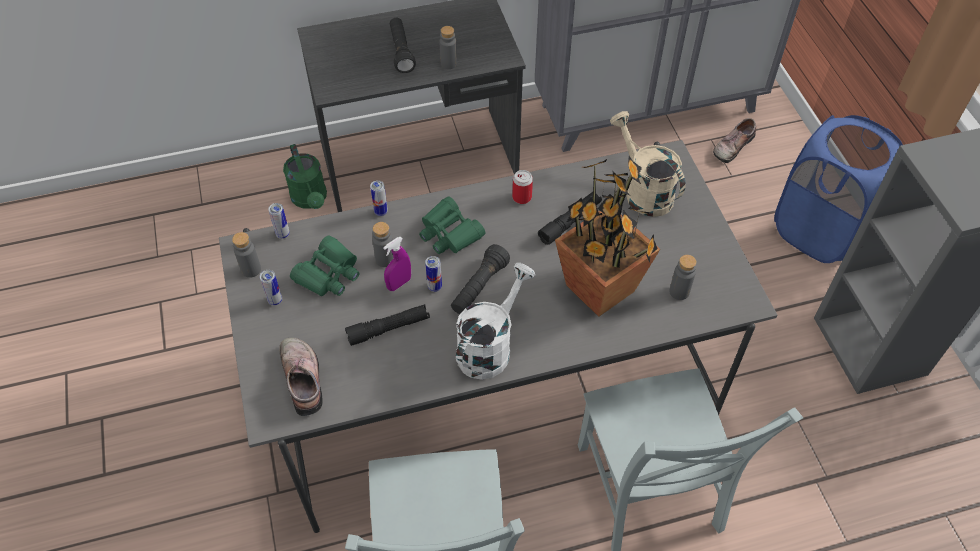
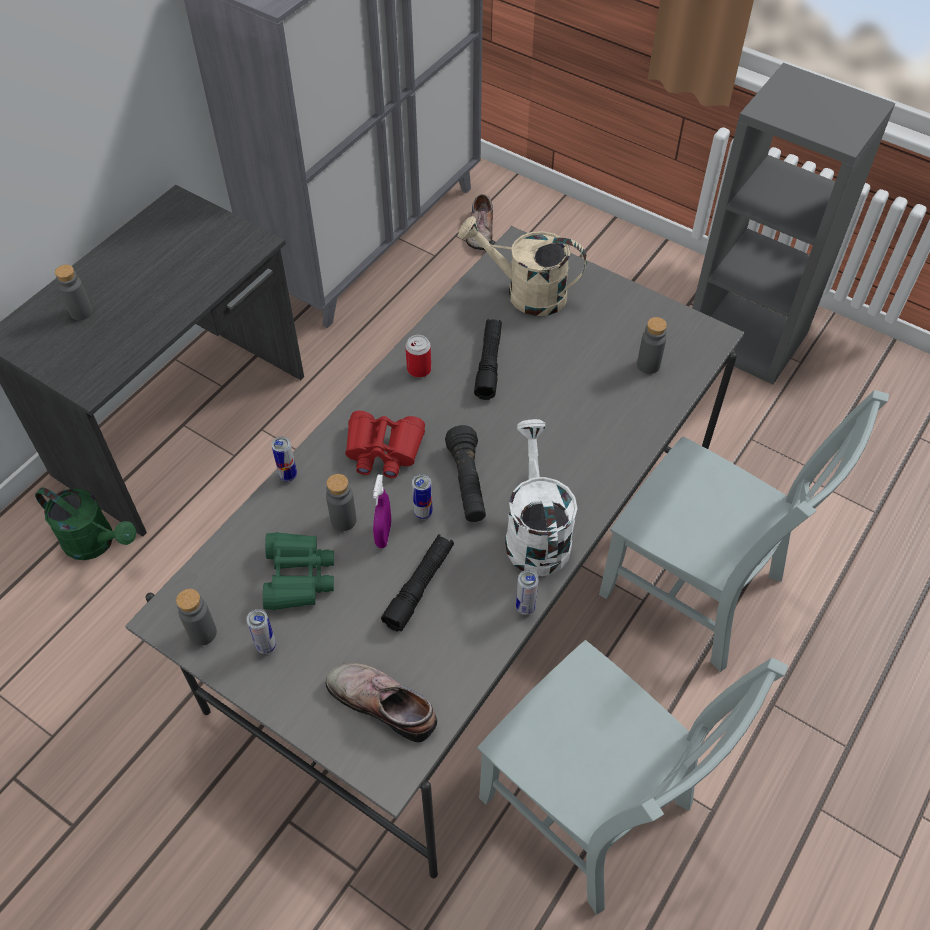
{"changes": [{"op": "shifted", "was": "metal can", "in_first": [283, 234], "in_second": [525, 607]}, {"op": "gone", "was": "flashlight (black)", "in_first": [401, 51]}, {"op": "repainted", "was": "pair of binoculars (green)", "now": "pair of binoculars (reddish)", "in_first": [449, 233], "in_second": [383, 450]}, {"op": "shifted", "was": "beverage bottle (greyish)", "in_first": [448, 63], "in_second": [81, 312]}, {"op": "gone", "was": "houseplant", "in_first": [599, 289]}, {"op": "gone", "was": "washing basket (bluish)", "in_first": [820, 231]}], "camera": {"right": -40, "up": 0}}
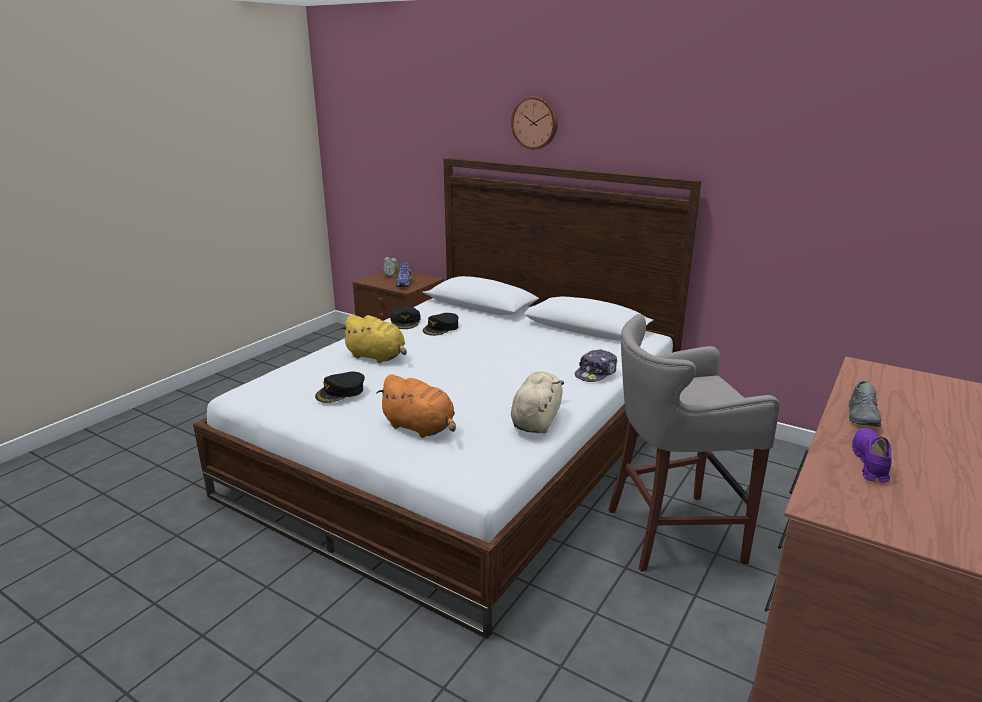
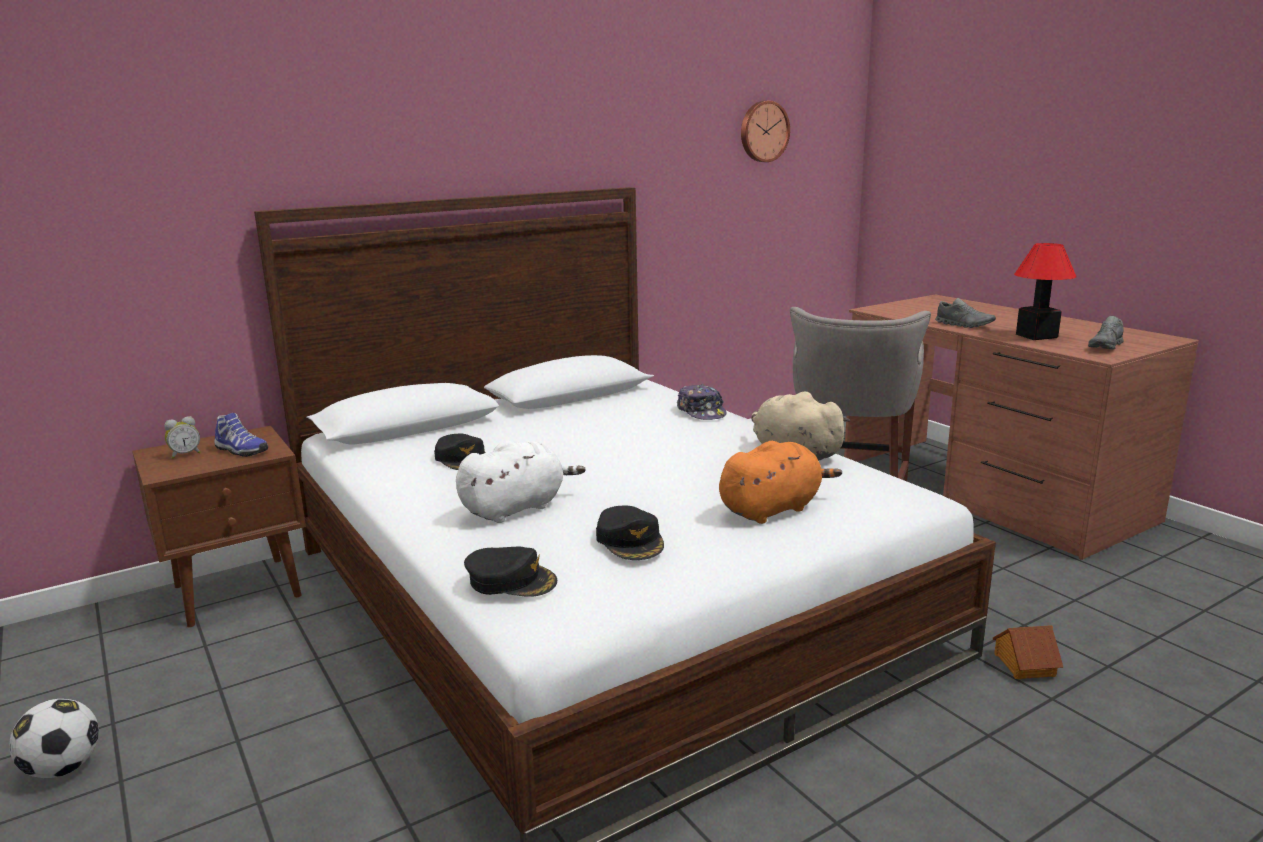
{"changes": [{"op": "repainted", "was": "plush toy (yellow)", "now": "plush toy (white)", "in_first": [377, 357], "in_second": [516, 508]}, {"op": "shifted", "was": "baseball cap (black)", "in_first": [406, 321], "in_second": [511, 580]}, {"op": "shifted", "was": "wall clock", "in_first": [535, 123], "in_second": [763, 131]}, {"op": "swapped", "was": "shoe (purple)", "now": "tabletop lamp", "in_first": [870, 462], "in_second": [1037, 336]}, {"op": "new", "now": "football ball", "in_second": [63, 768]}, {"op": "new", "now": "model house", "in_second": [1023, 664]}, {"op": "new", "now": "shoe (greyish)", "in_second": [1106, 347]}], "camera": {"right": -65, "up": -5}}
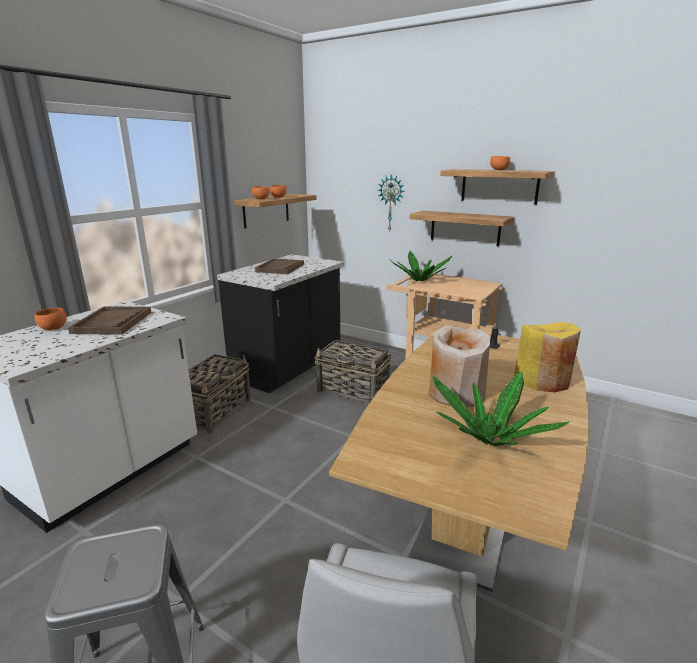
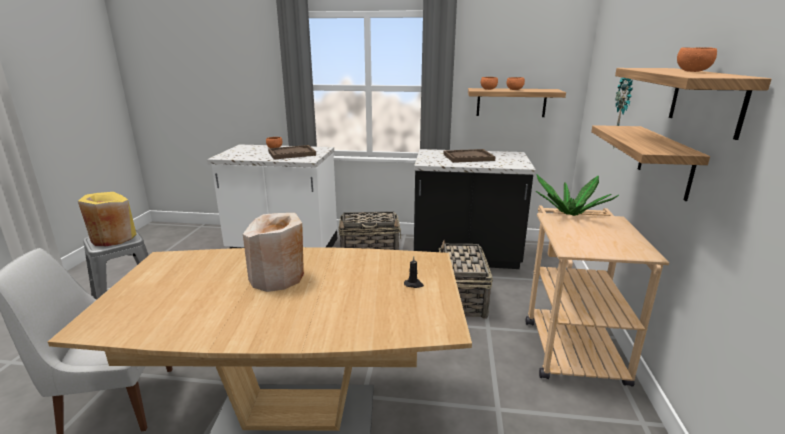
{"changes": [{"op": "gone", "was": "houseplant", "in_first": [489, 439]}, {"op": "shifted", "was": "decorative vase (yellow)", "in_first": [542, 380], "in_second": [113, 238]}], "camera": {"right": 65, "up": 0}}
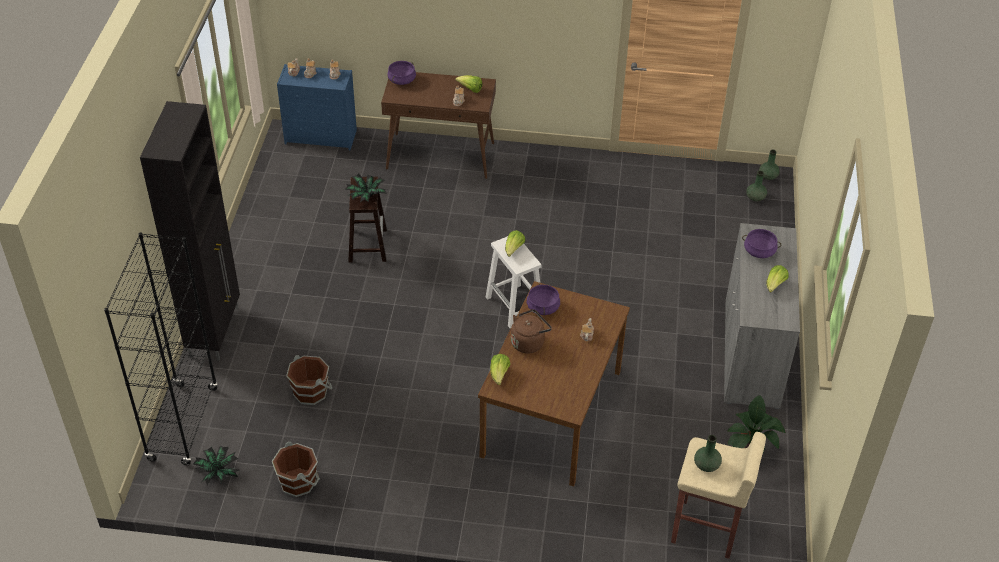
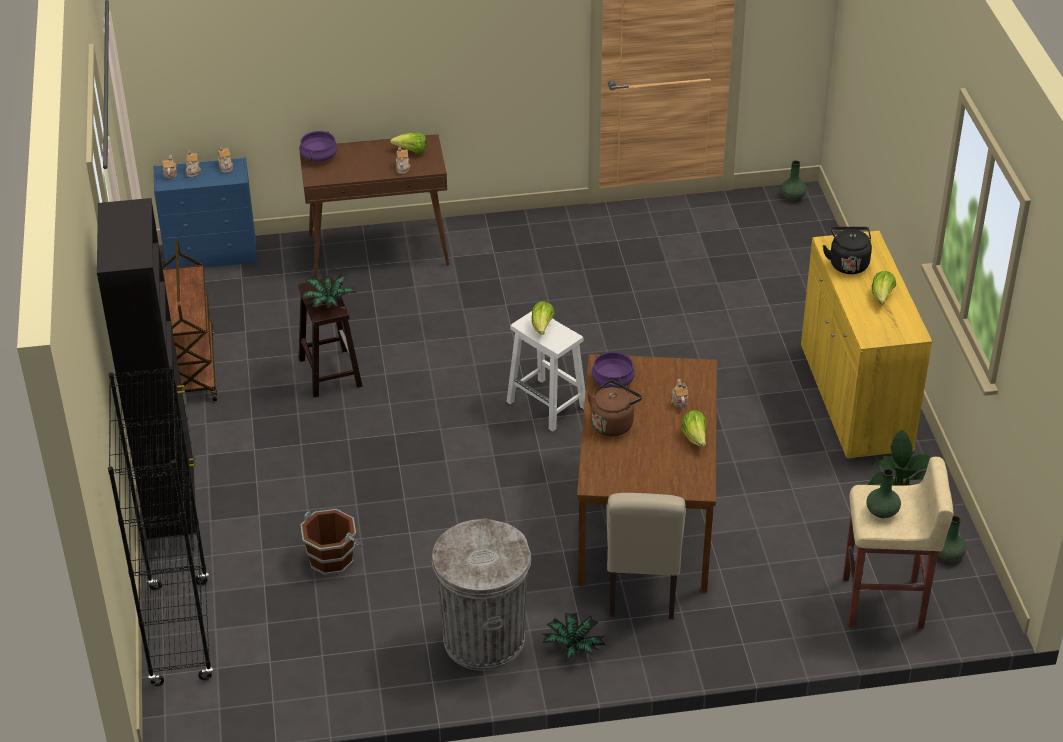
{"changes": [{"op": "shifted", "was": "houseplant", "in_first": [218, 472], "in_second": [573, 647]}, {"op": "gone", "was": "pail (brown-coloured)", "in_first": [298, 481]}, {"op": "shifted", "was": "lettuce head", "in_first": [499, 375], "in_second": [695, 438]}, {"op": "repainted", "was": "cupboard (greyish)", "now": "cupboard (yellow)", "in_first": [751, 353], "in_second": [855, 398]}, {"op": "swapped", "was": "stockpot (purple)", "now": "water kettle (black)", "in_first": [759, 251], "in_second": [848, 263]}, {"op": "shifted", "was": "decorative vase (green)", "in_first": [755, 197], "in_second": [949, 555]}, {"op": "new", "now": "cart (brown-coloured)", "in_second": [191, 367]}, {"op": "new", "now": "waste bin (greyish)", "in_second": [483, 640]}, {"op": "new", "now": "upright chair (beige)", "in_second": [642, 588]}], "camera": {"right": -15, "up": -5}}
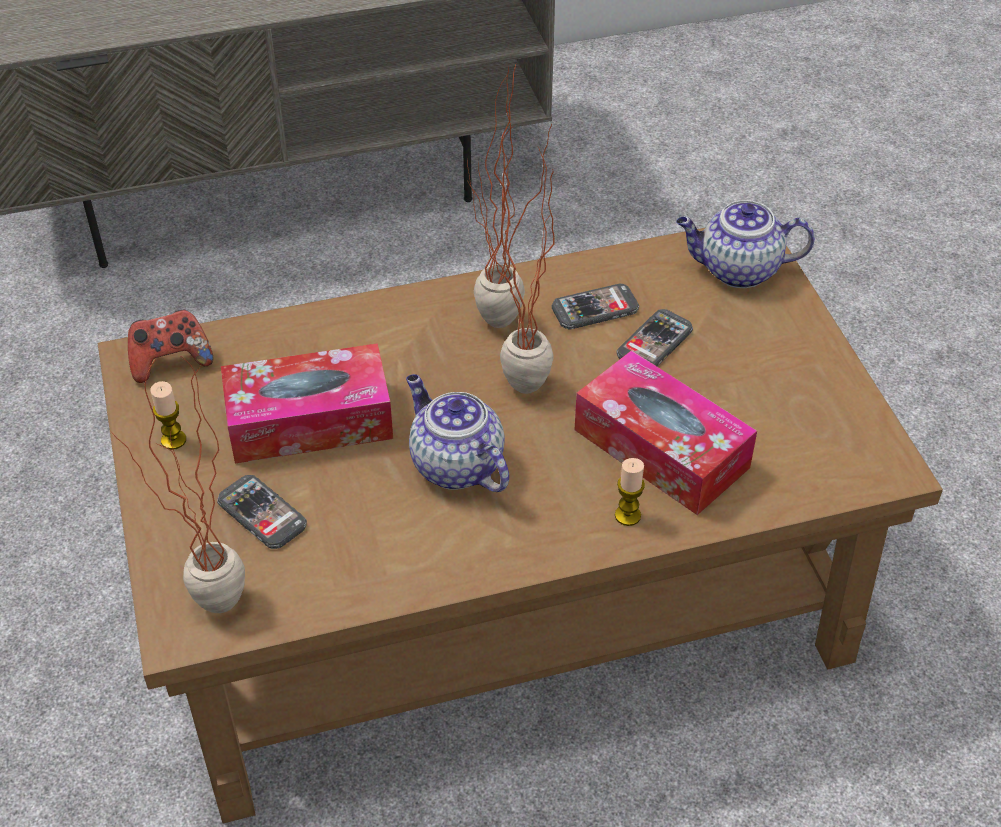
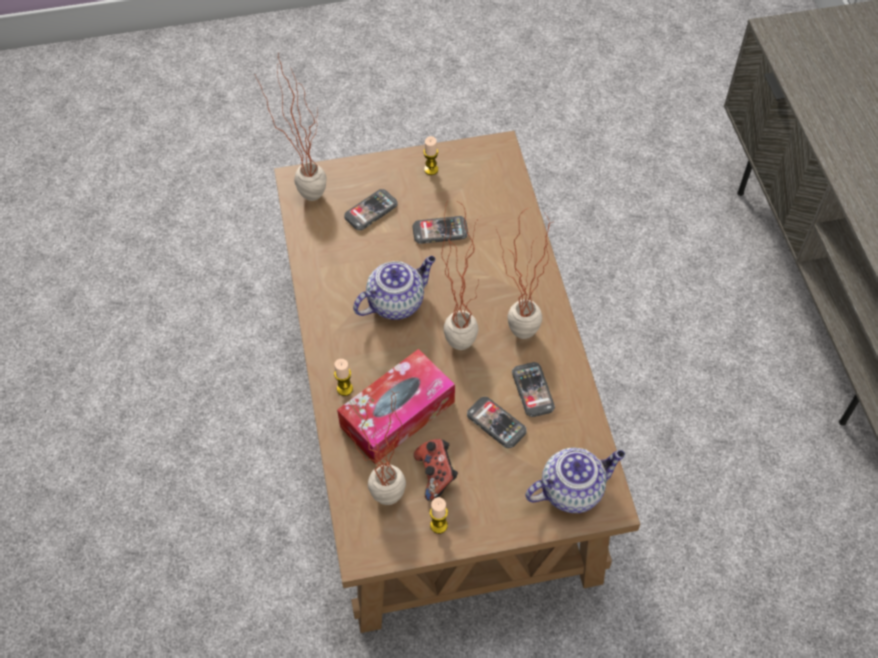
{"changes": [{"op": "shifted", "was": "joypad", "in_first": [171, 362], "in_second": [436, 474]}, {"op": "swapped", "was": "box of tissues", "now": "telephone", "in_first": [309, 421], "in_second": [440, 231]}, {"op": "rotated", "was": "pot for tea", "in_first": [737, 270], "in_second": [572, 489], "clockwise": 60}, {"op": "new", "now": "houseplant", "in_second": [381, 505]}, {"op": "new", "now": "wax candle", "in_second": [438, 525]}], "camera": {"right": 95, "up": 10}}
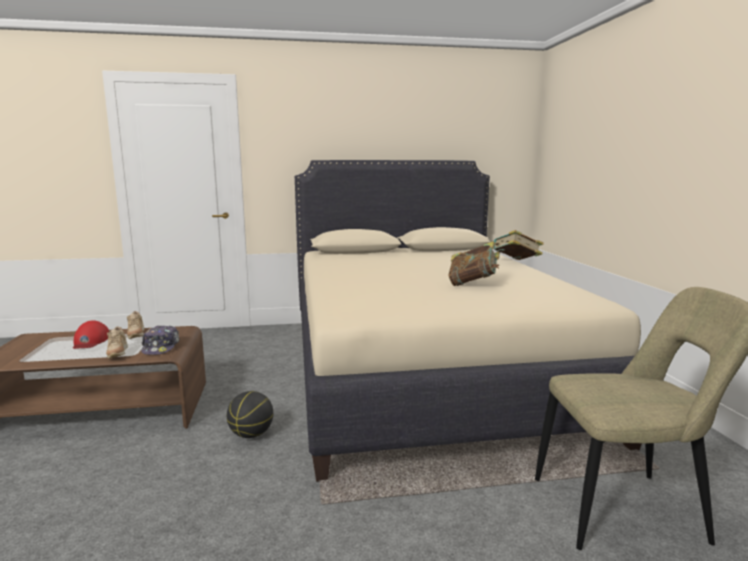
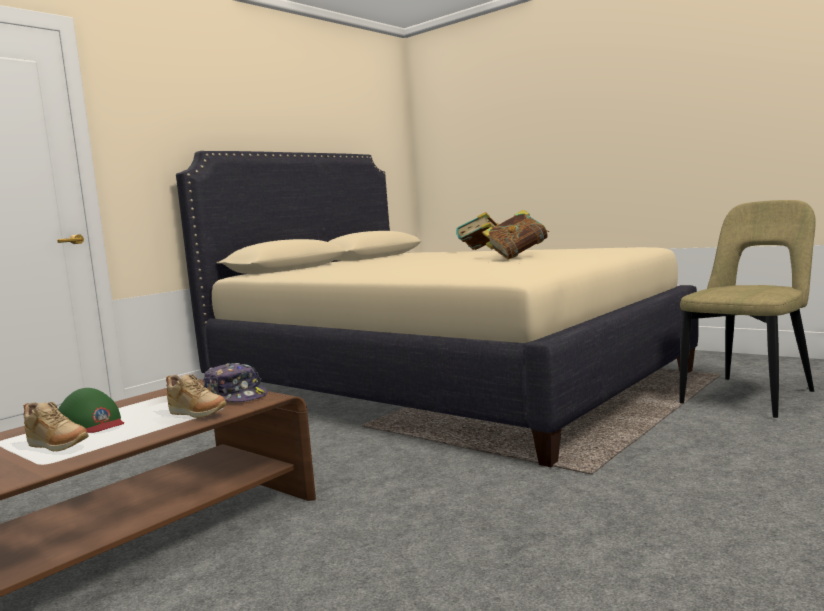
{"changes": [{"op": "repainted", "was": "baseball cap (reddish)", "now": "baseball cap (green)", "in_first": [90, 341], "in_second": [92, 423]}, {"op": "shifted", "was": "shoe (beige)", "in_first": [136, 336], "in_second": [57, 447]}, {"op": "gone", "was": "basketball", "in_first": [251, 434]}], "camera": {"right": -40, "up": -5}}
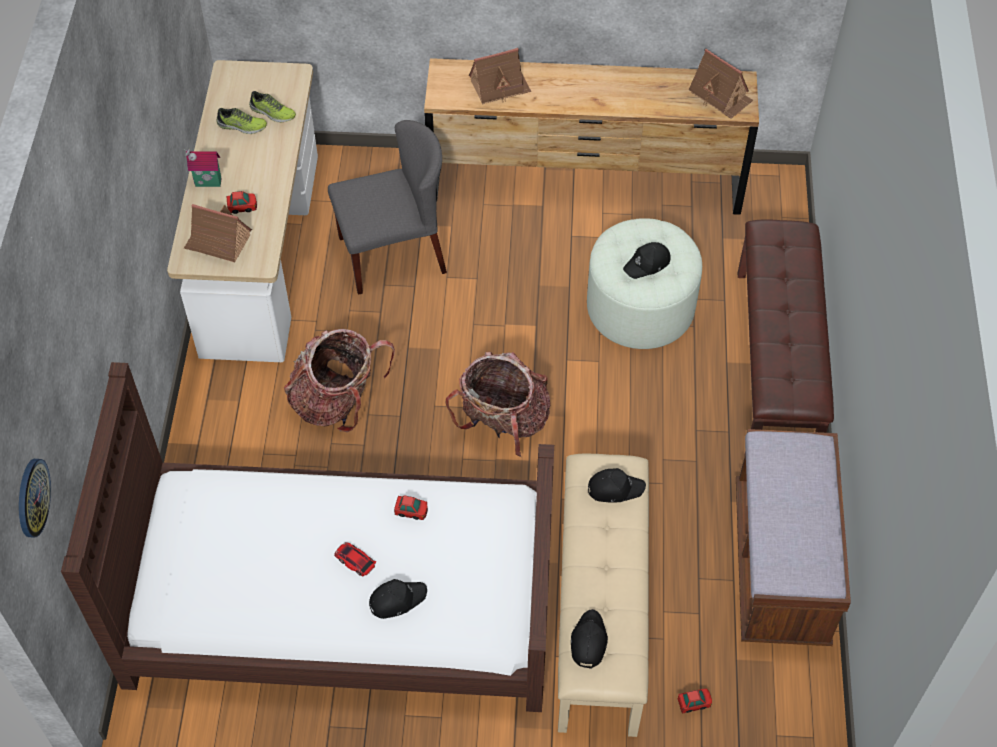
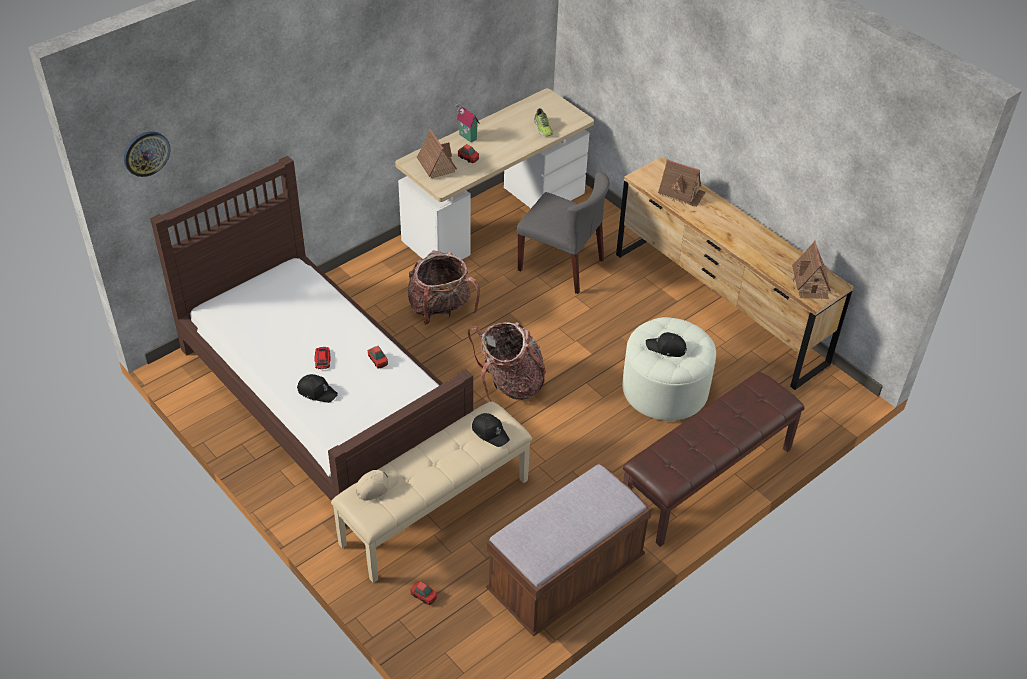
{"changes": [{"op": "gone", "was": "shoe", "in_first": [242, 126]}, {"op": "repainted", "was": "baseball cap (black)", "now": "baseball cap (beige)", "in_first": [588, 641], "in_second": [376, 486]}], "camera": {"right": 45, "up": -10}}
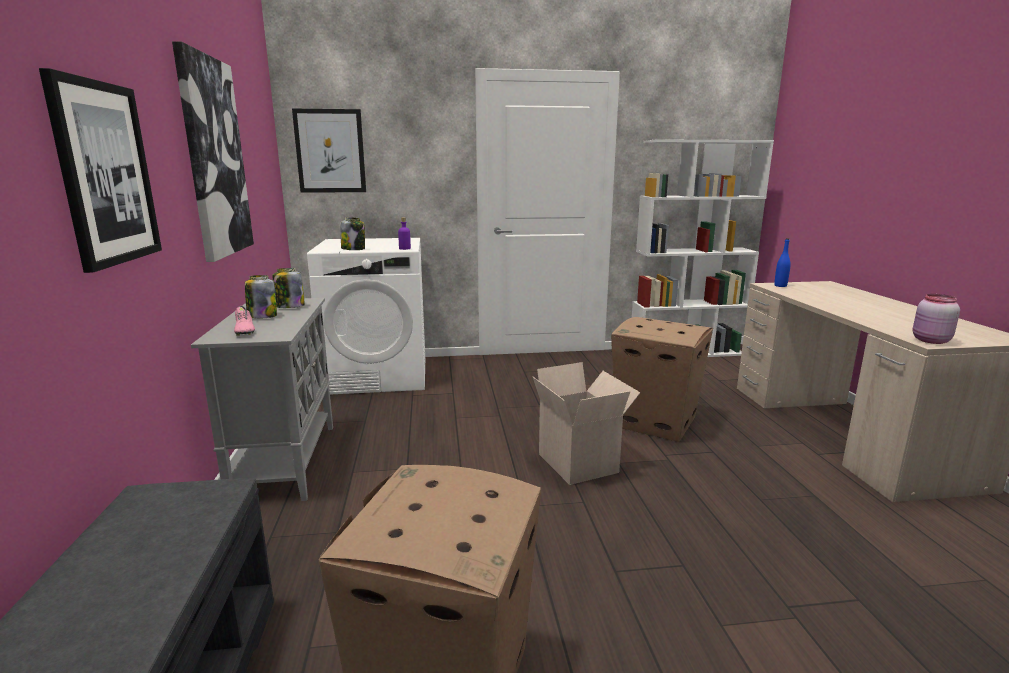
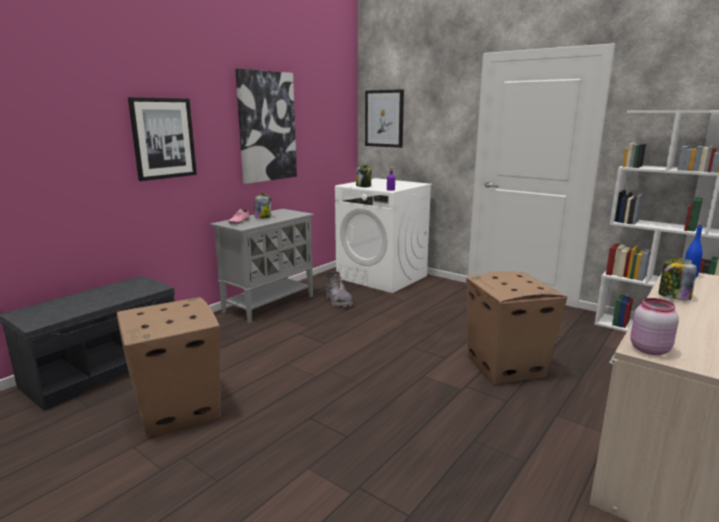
{"changes": [{"op": "shifted", "was": "jar", "in_first": [289, 307], "in_second": [673, 296]}, {"op": "gone", "was": "cardboard box", "in_first": [580, 463]}, {"op": "new", "now": "high-top boot (greyish)", "in_second": [338, 301]}], "camera": {"right": 45, "up": 0}}
